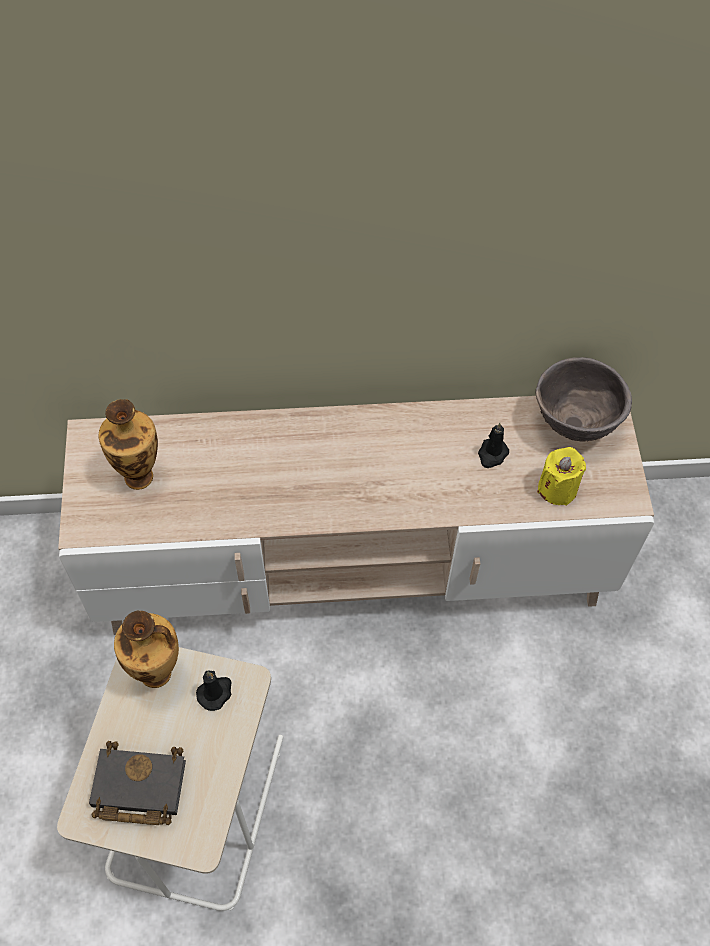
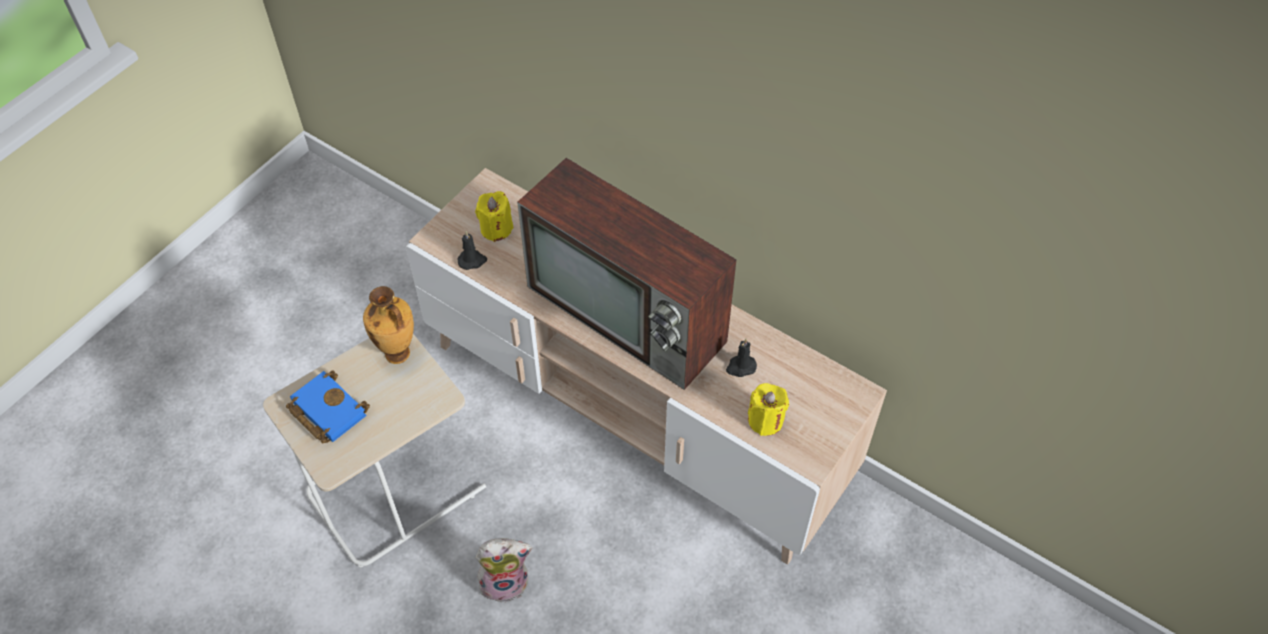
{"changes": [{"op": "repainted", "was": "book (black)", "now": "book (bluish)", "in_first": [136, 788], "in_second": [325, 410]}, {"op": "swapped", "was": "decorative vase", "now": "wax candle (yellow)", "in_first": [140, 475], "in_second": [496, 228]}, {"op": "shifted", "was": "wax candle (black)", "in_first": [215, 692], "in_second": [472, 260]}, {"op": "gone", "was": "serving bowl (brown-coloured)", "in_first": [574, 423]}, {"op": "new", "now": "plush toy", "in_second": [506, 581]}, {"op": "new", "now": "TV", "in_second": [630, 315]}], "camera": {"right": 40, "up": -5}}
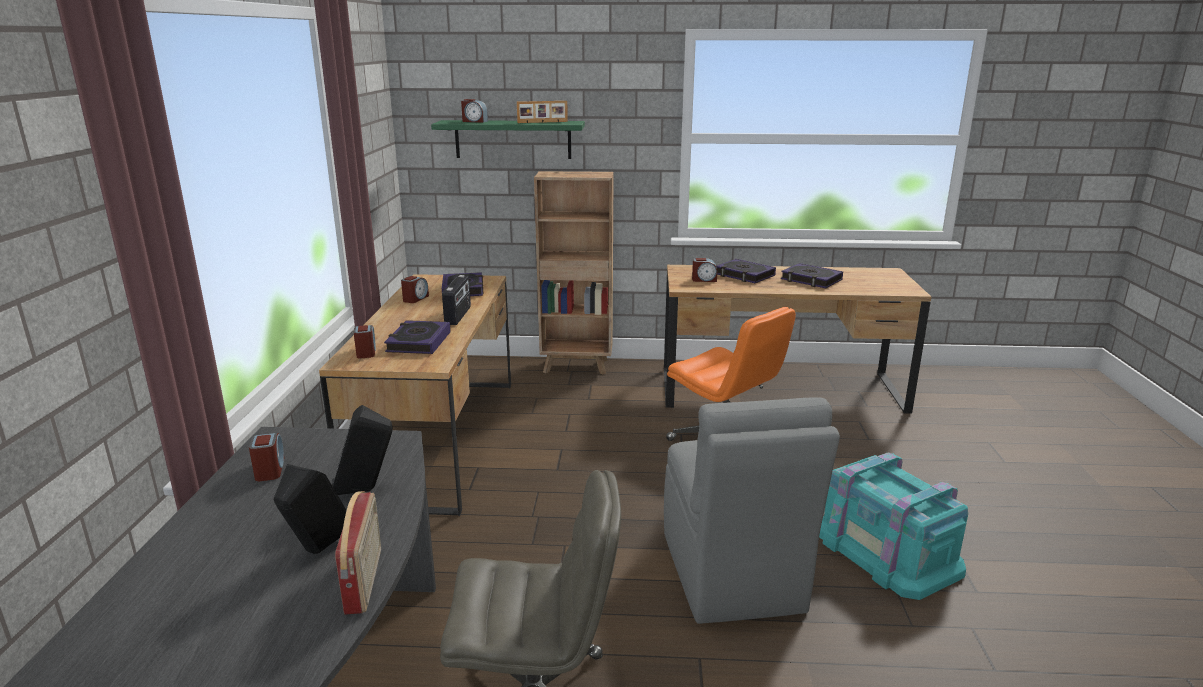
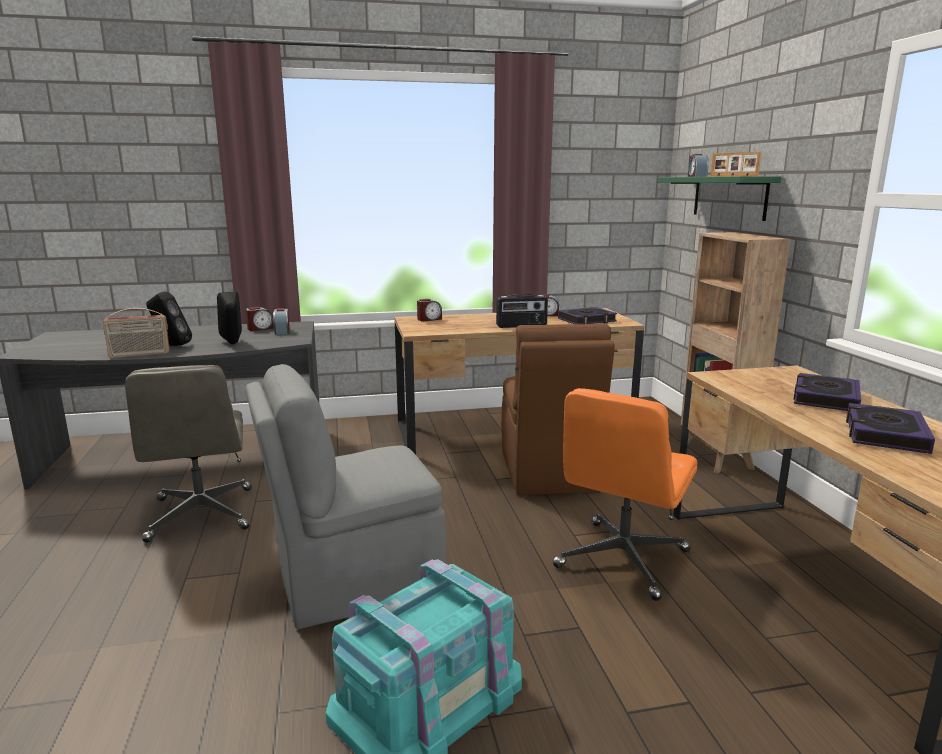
{"changes": [{"op": "gone", "was": "book", "in_first": [418, 342]}, {"op": "shifted", "was": "bedside clock", "in_first": [704, 280], "in_second": [282, 331]}, {"op": "new", "now": "upright chair (brown-coloured)", "in_second": [548, 472]}], "camera": {"right": 75, "up": -5}}
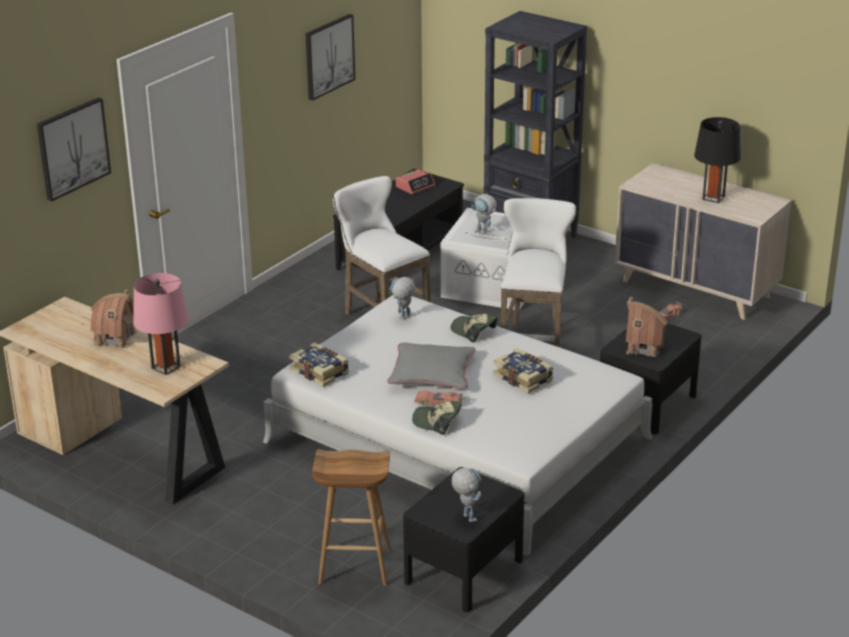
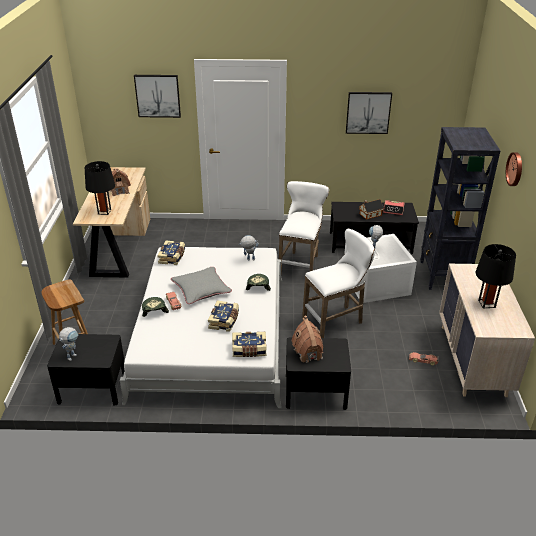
{"changes": [{"op": "repainted", "was": "tabletop lamp (pinkish)", "now": "tabletop lamp (black)", "in_first": [166, 367], "in_second": [104, 211]}, {"op": "new", "now": "book", "in_second": [249, 350]}, {"op": "new", "now": "model house", "in_second": [369, 214]}, {"op": "new", "now": "wall clock", "in_second": [515, 169]}], "camera": {"right": 55, "up": 5}}
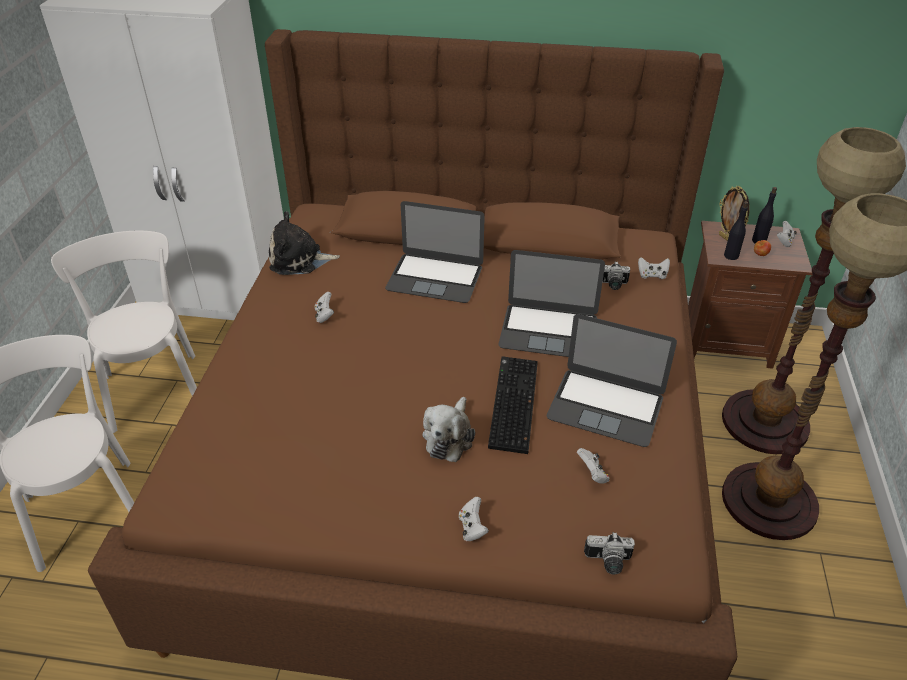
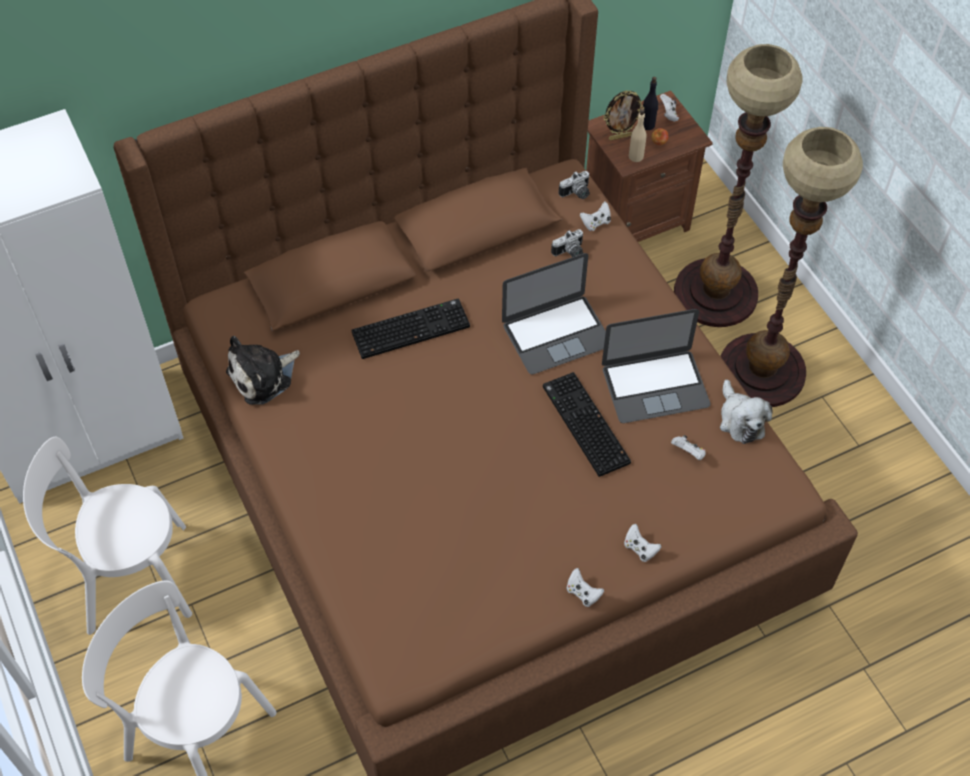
{"changes": [{"op": "rotated", "was": "upright chair (white)", "in_first": [153, 387], "in_second": [130, 578], "clockwise": -45}, {"op": "shifted", "was": "joypad (white)", "in_first": [324, 315], "in_second": [583, 593]}, {"op": "swapped", "was": "portable computer", "now": "keyboard", "in_first": [435, 278], "in_second": [411, 328]}, {"op": "shifted", "was": "plush toy", "in_first": [449, 437], "in_second": [740, 419]}, {"op": "shifted", "was": "still camera", "in_first": [608, 562], "in_second": [577, 194]}, {"op": "rotated", "was": "standing frame", "in_first": [727, 239], "in_second": [620, 137], "clockwise": -45}, {"op": "repainted", "was": "beverage bottle (black)", "now": "beverage bottle (beige)", "in_first": [731, 256], "in_second": [636, 156]}], "camera": {"right": -35, "up": 15}}
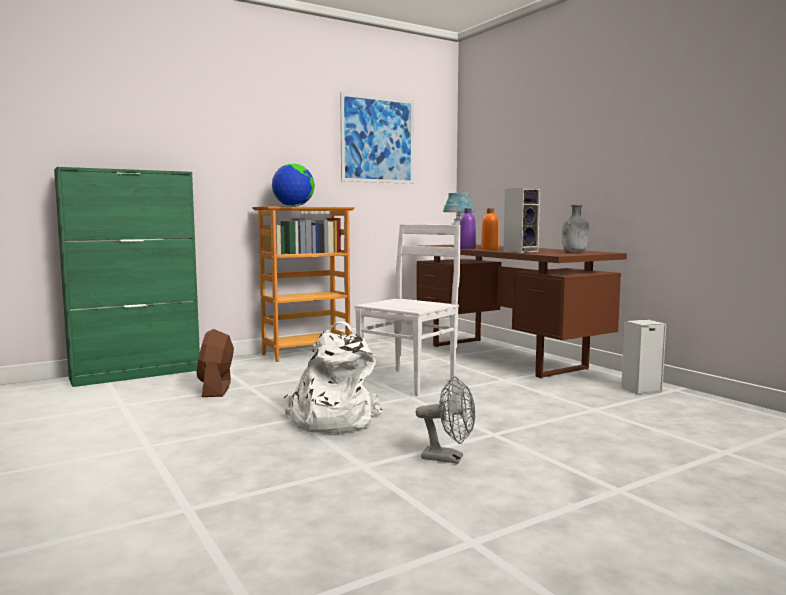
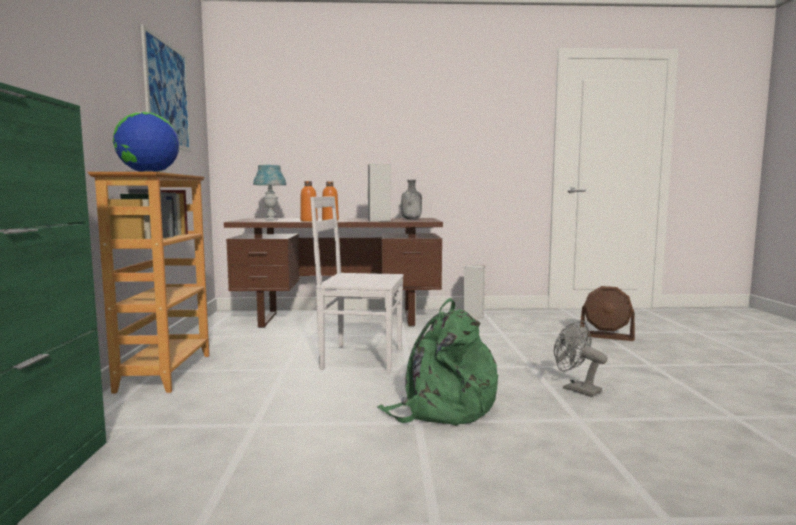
{"changes": [{"op": "shifted", "was": "cooling fan (brown-coloured)", "in_first": [216, 389], "in_second": [606, 336]}, {"op": "repainted", "was": "backpack (white)", "now": "backpack (green)", "in_first": [331, 420], "in_second": [442, 408]}, {"op": "rotated", "was": "upright chair (white)", "in_first": [409, 381], "in_second": [360, 358], "clockwise": -60}, {"op": "rotated", "was": "cooling fan (greyish)", "in_first": [449, 458], "in_second": [576, 389], "clockwise": -90}, {"op": "repainted", "was": "beverage bottle (purple)", "now": "beverage bottle (orange-coloured)", "in_first": [467, 248], "in_second": [309, 221]}], "camera": {"right": -60, "up": 0}}
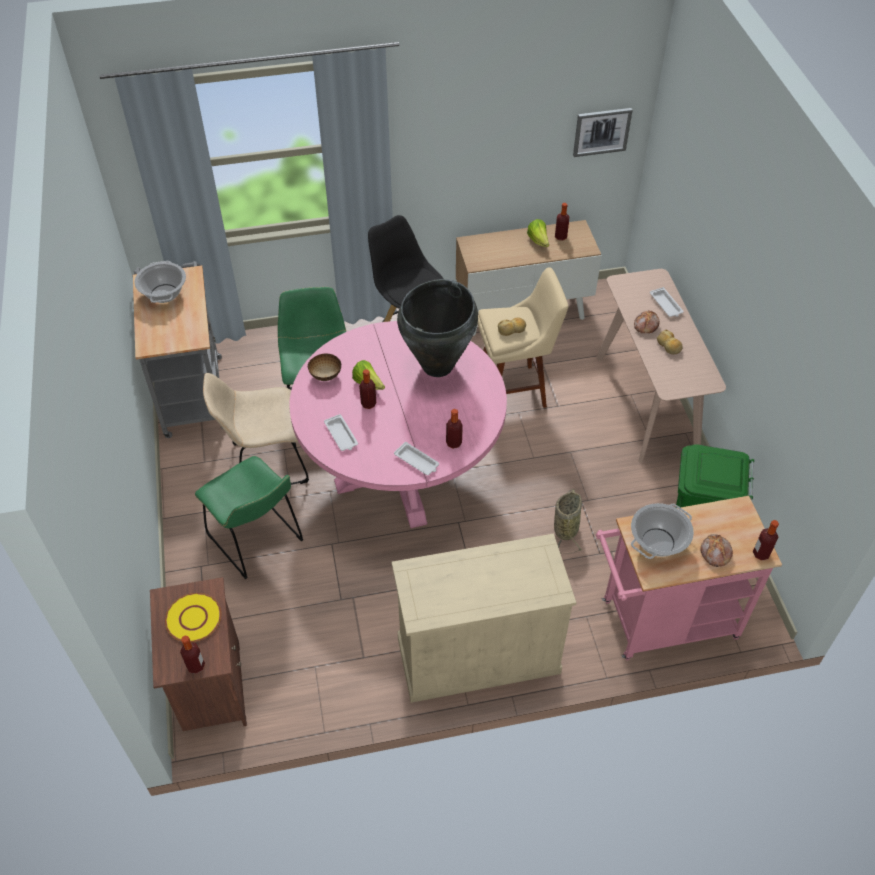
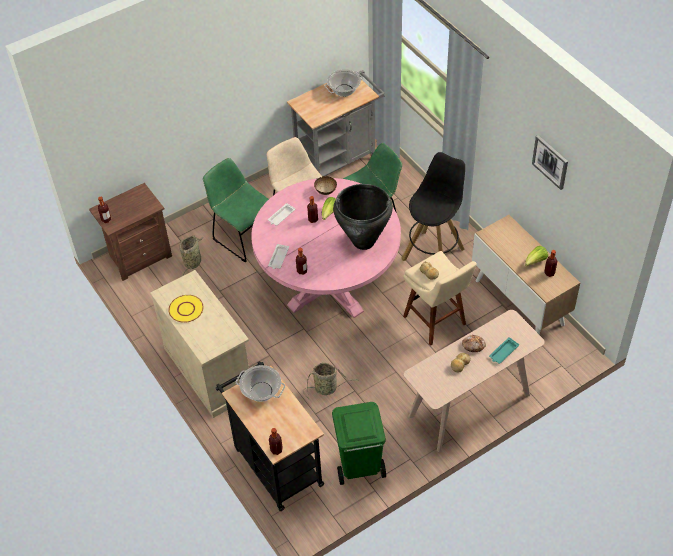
{"changes": [{"op": "shifted", "was": "flat dish (yellow)", "in_first": [193, 618], "in_second": [186, 309]}, {"op": "rotated", "was": "upright chair (green)", "in_first": [258, 541], "in_second": [242, 236], "clockwise": 105}, {"op": "shifted", "was": "wall picture", "in_first": [601, 131], "in_second": [550, 162]}, {"op": "repainted", "was": "cart (pinkish)", "now": "cart (black)", "in_first": [661, 622], "in_second": [275, 463]}, {"op": "repainted", "was": "serving tray (white)", "now": "serving tray (turquoise)", "in_first": [666, 305], "in_second": [503, 352]}, {"op": "gone", "was": "baked bread", "in_first": [714, 553]}, {"op": "new", "now": "basket", "in_second": [193, 262]}], "camera": {"right": 70, "up": 0}}
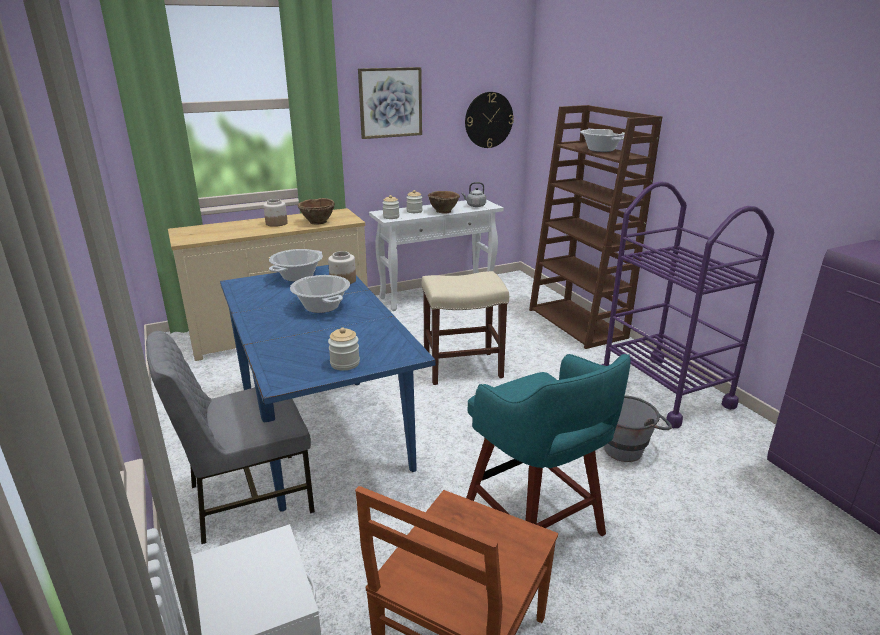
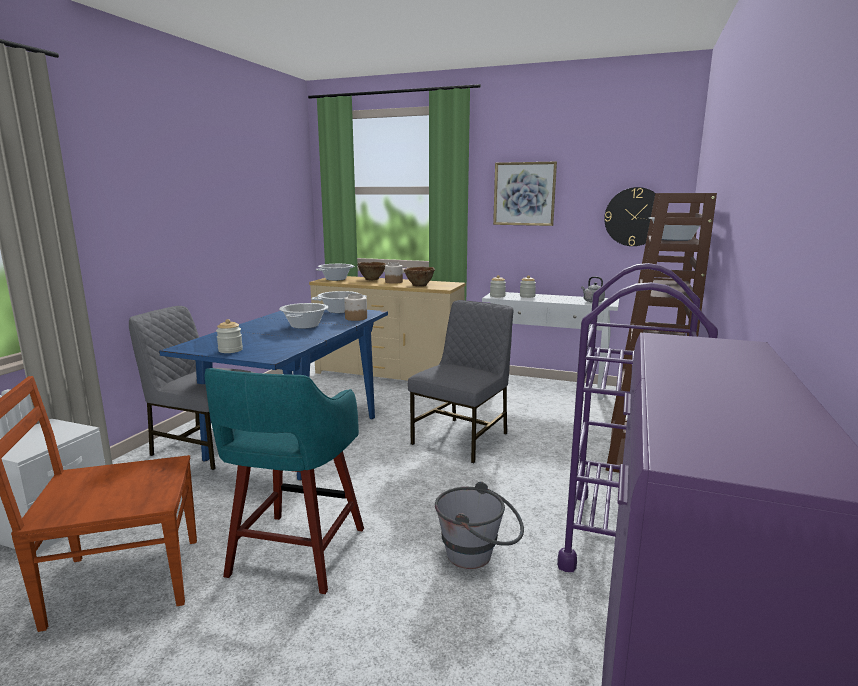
{"changes": [{"op": "swapped", "was": "stool seat (beige)", "now": "upright chair (greyish)", "in_first": [463, 367], "in_second": [462, 438]}, {"op": "shifted", "was": "serving bowl (brown-coloured)", "in_first": [443, 211], "in_second": [372, 279]}, {"op": "new", "now": "stockpot", "in_second": [336, 279]}], "camera": {"right": 45, "up": -10}}
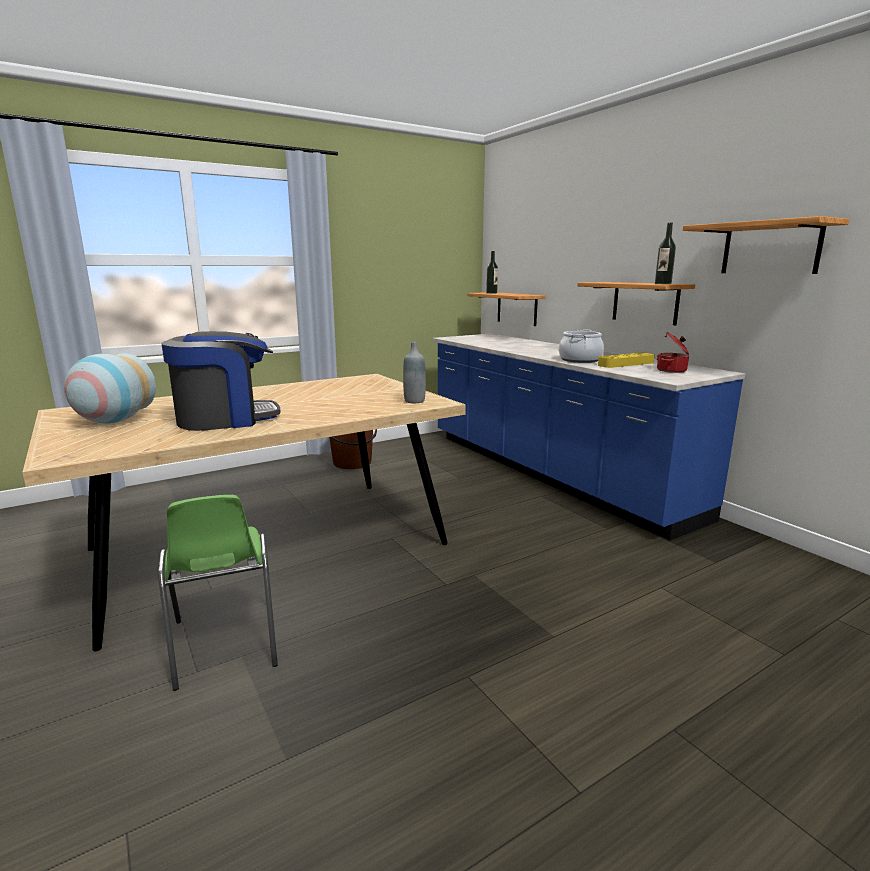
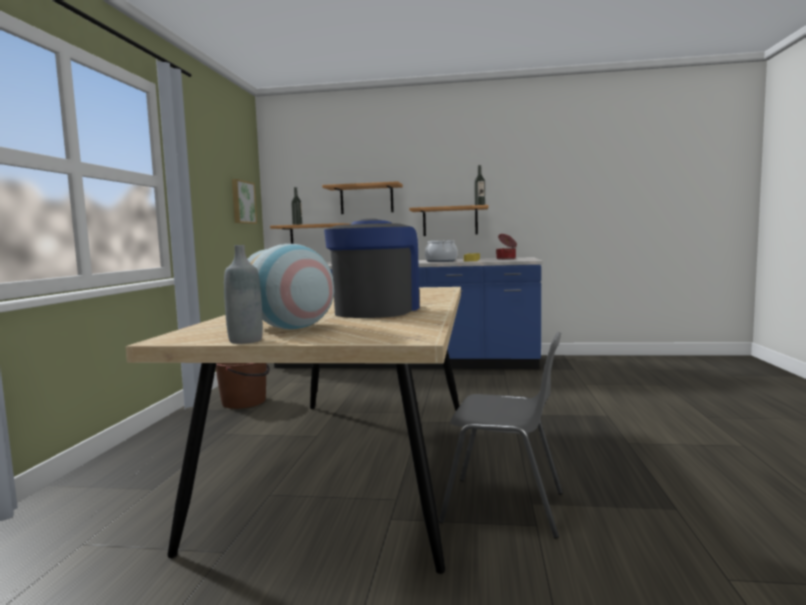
{"changes": [{"op": "repainted", "was": "upright chair (green)", "now": "upright chair (greyish)", "in_first": [225, 643], "in_second": [505, 507]}, {"op": "shifted", "was": "beverage bottle (greyish)", "in_first": [414, 401], "in_second": [245, 340]}, {"op": "shifted", "was": "shelf", "in_first": [770, 248], "in_second": [366, 199]}, {"op": "new", "now": "wall picture", "in_second": [242, 202]}], "camera": {"right": -50, "up": -10}}
